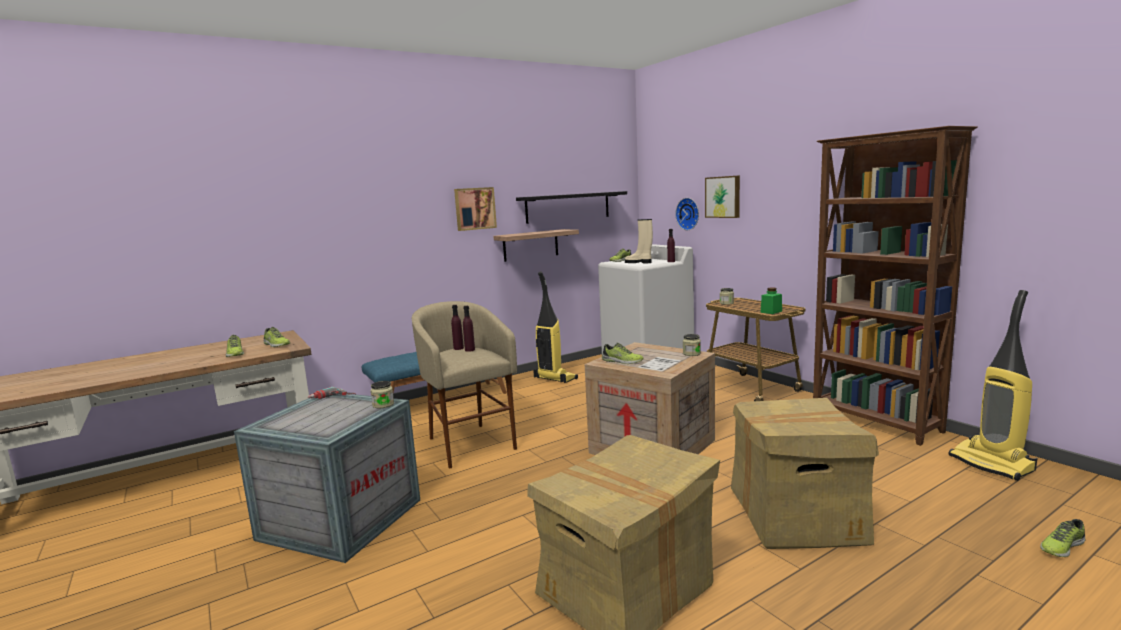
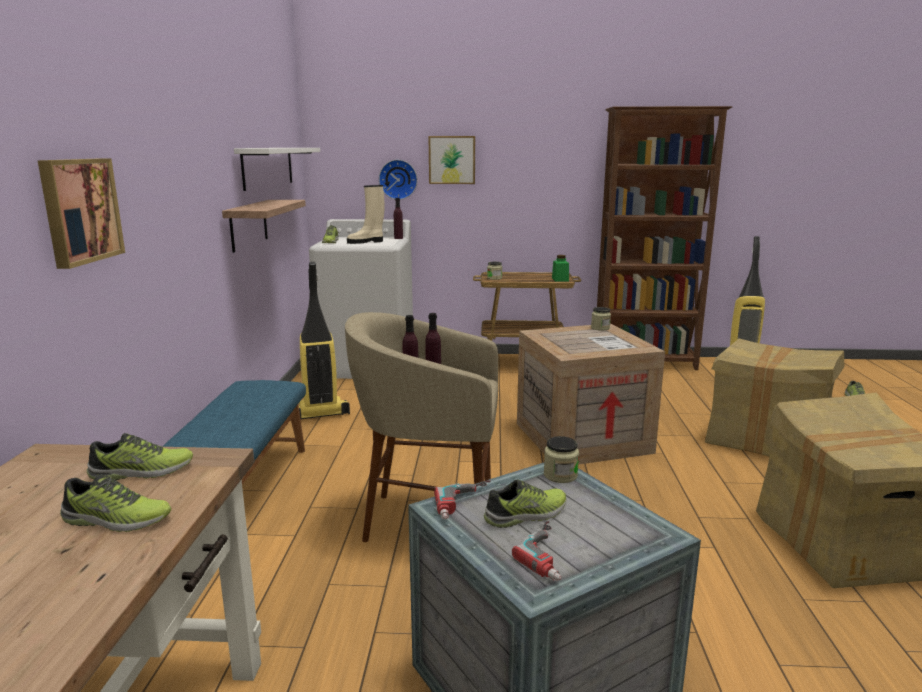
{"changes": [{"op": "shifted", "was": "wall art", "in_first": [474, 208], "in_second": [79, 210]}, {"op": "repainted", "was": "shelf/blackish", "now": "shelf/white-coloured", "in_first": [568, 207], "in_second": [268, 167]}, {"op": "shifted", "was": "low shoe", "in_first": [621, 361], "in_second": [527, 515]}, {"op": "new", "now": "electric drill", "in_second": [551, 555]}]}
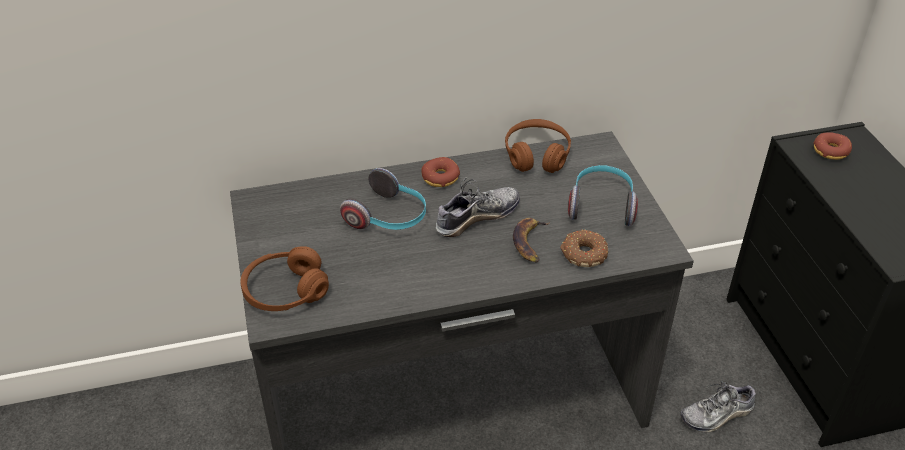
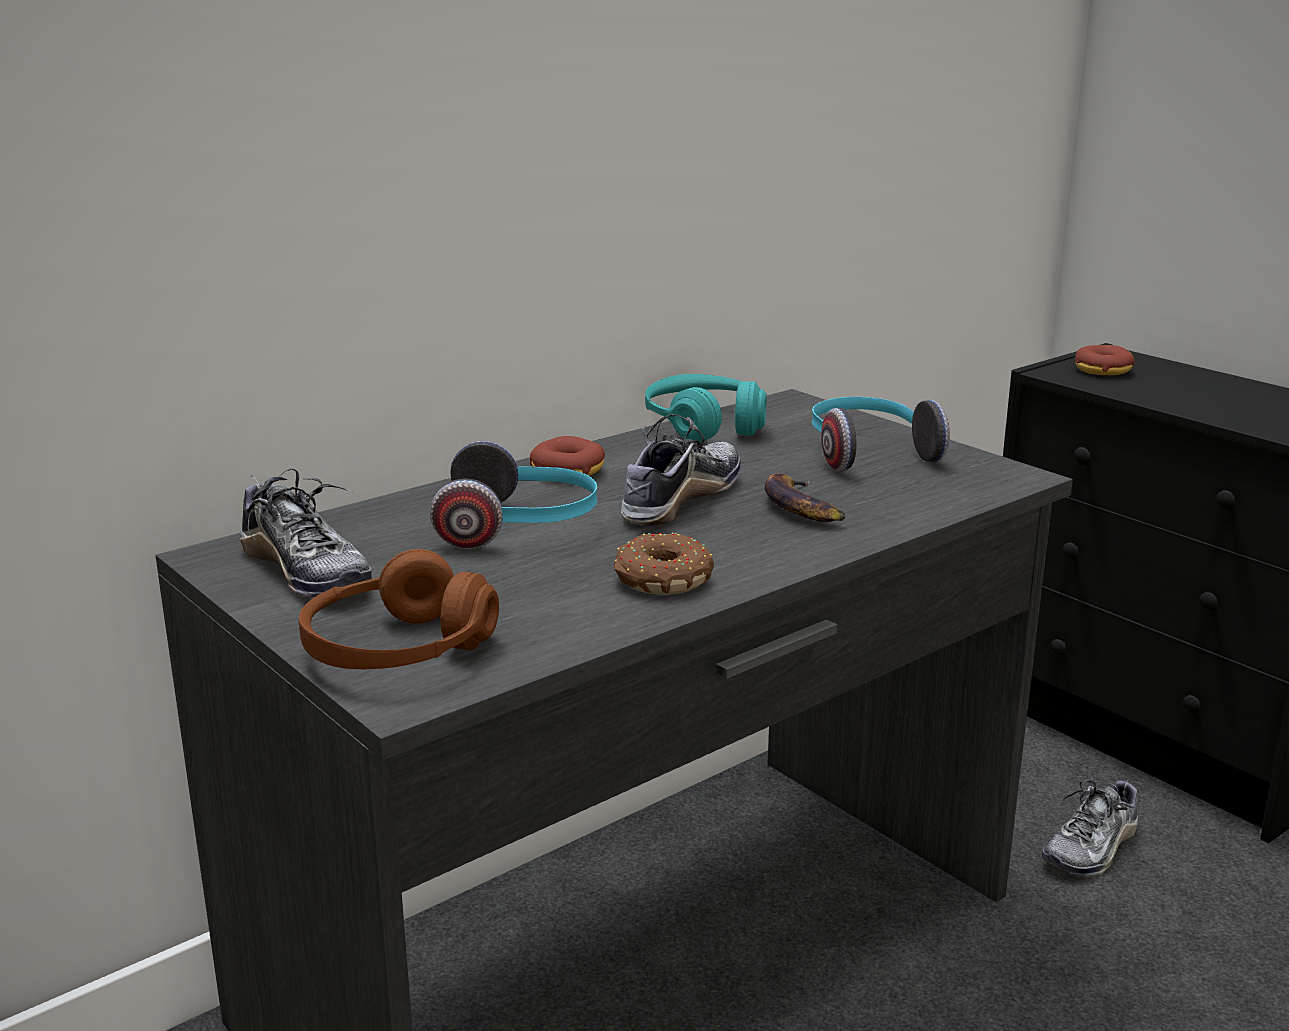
{"changes": [{"op": "repainted", "was": "pair of headphones/brown", "now": "pair of headphones/turquoise-coloured", "in_first": [537, 155], "in_second": [705, 425]}, {"op": "shifted", "was": "doughnut", "in_first": [583, 254], "in_second": [660, 579]}, {"op": "new", "now": "low shoe", "in_second": [305, 571]}]}
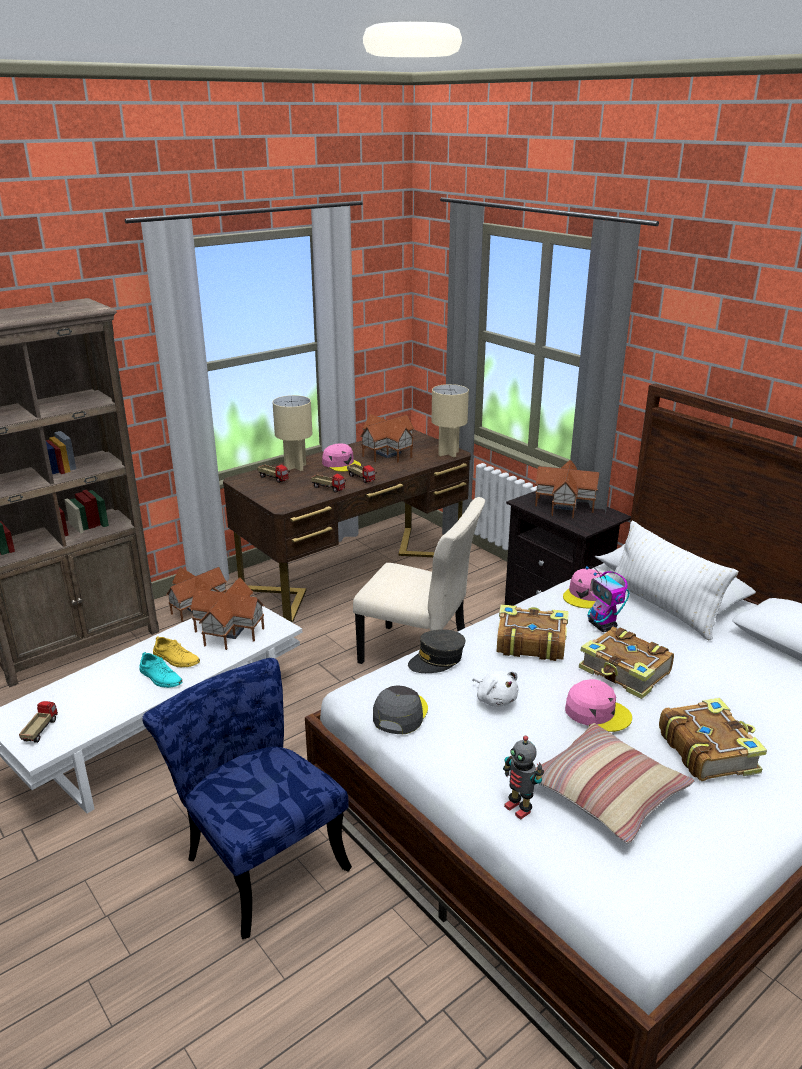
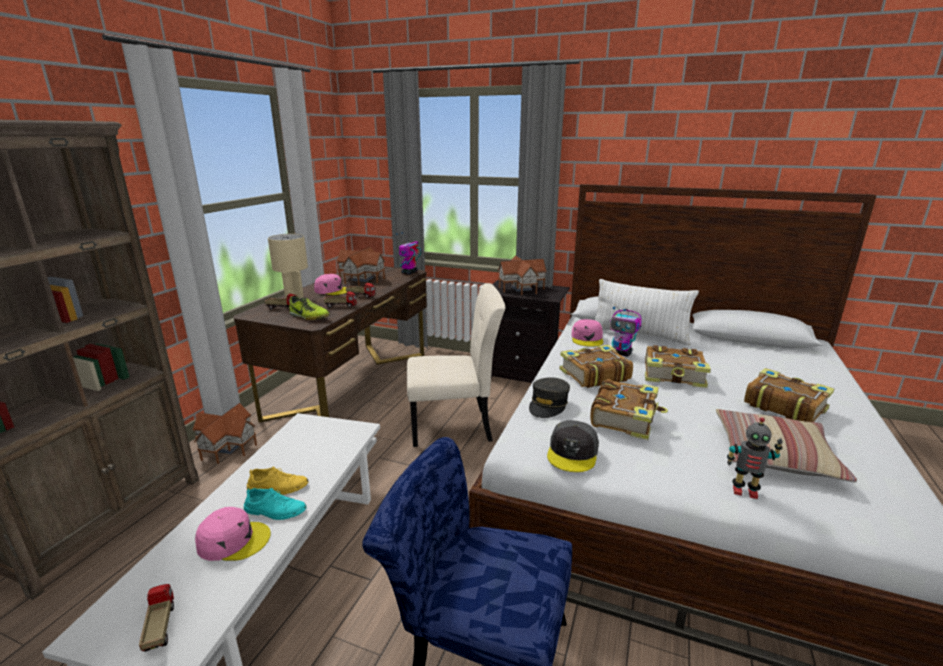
{"changes": [{"op": "gone", "was": "model house", "in_first": [228, 630]}, {"op": "rotated", "was": "peaked cap/gray", "in_first": [400, 713], "in_second": [573, 453], "clockwise": -150}, {"op": "swapped", "was": "table lamp/beige", "now": "model robot", "in_first": [448, 453], "in_second": [409, 273]}, {"op": "swapped", "was": "plush toy/white-coloured", "now": "book", "in_first": [495, 699], "in_second": [625, 417]}, {"op": "shifted", "was": "peaked cap/pink", "in_first": [597, 712], "in_second": [233, 540]}, {"op": "new", "now": "low shoe", "in_second": [309, 317]}]}
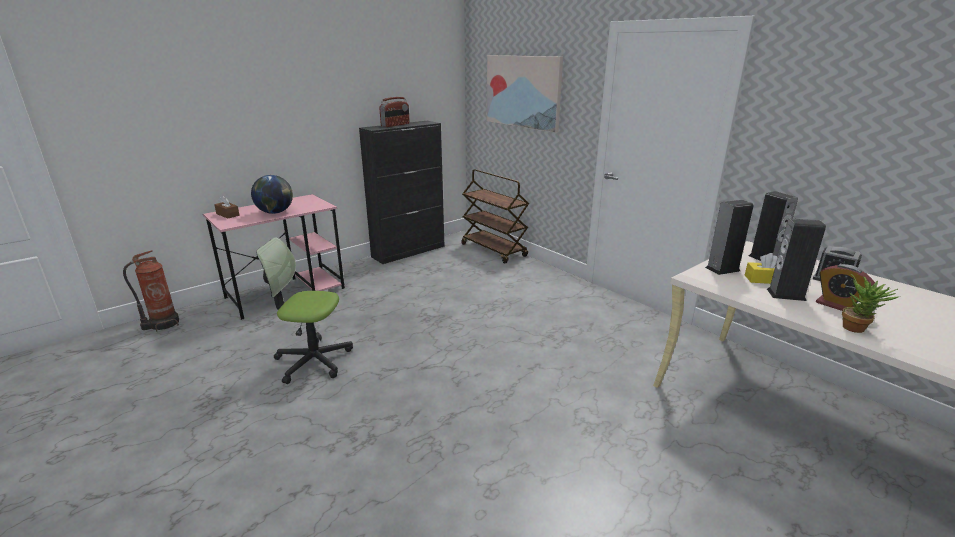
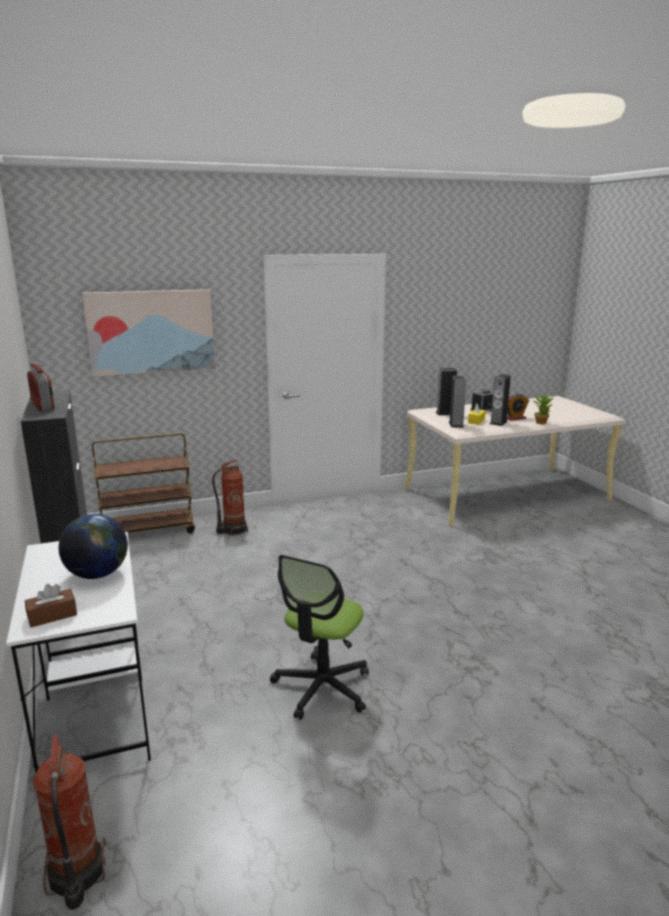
{"changes": [{"op": "repainted", "was": "desk unit/pink", "now": "desk unit/white-coloured", "in_first": [286, 292], "in_second": [95, 708]}, {"op": "new", "now": "extinguisher", "in_second": [233, 530]}]}
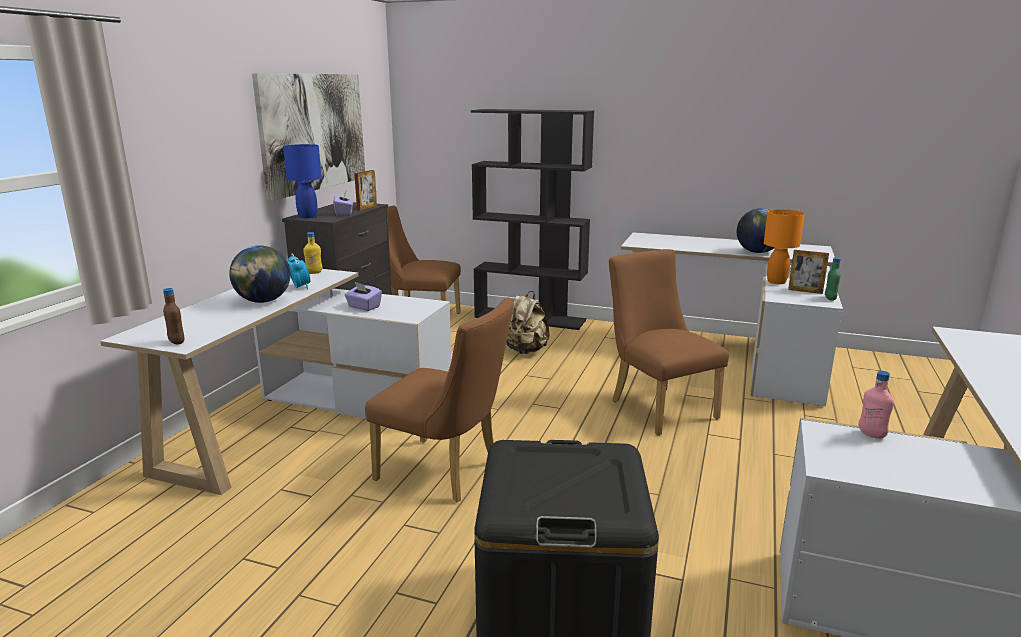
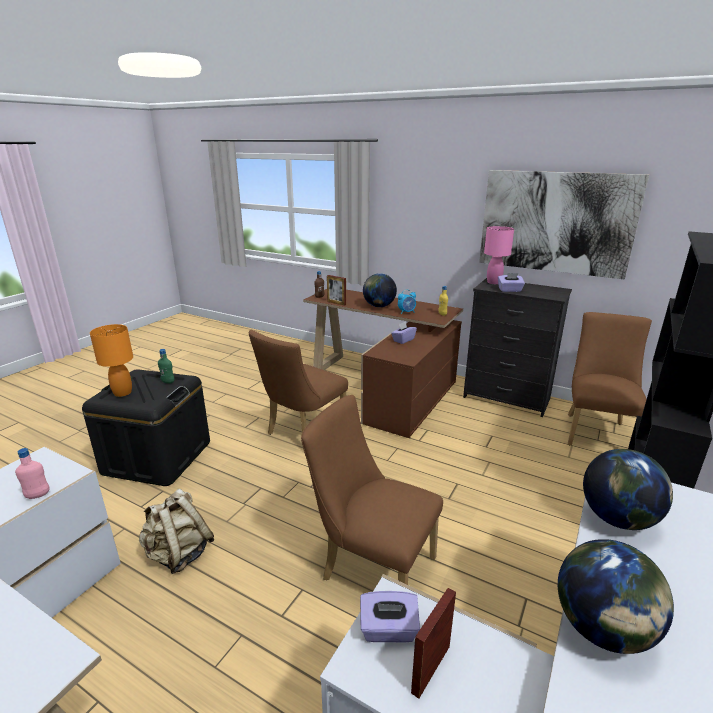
{"changes": [{"op": "repainted", "was": "desk unit/white-coloured", "now": "desk unit/brown", "in_first": [303, 421], "in_second": [385, 387]}, {"op": "repainted", "was": "table lamp/bluish", "now": "table lamp/pink", "in_first": [308, 217], "in_second": [493, 282]}, {"op": "shifted", "was": "picture frame", "in_first": [367, 208], "in_second": [336, 303]}, {"op": "shifted", "was": "rucksack/beige", "in_first": [525, 351], "in_second": [179, 554]}, {"op": "rotated", "was": "plain chair/brown", "in_first": [658, 407], "in_second": [371, 566], "clockwise": -135}, {"op": "shifted", "was": "table lamp/orange-coloured", "in_first": [776, 282], "in_second": [123, 393]}, {"op": "shifted", "was": "beverage bottle/green-coloured", "in_first": [830, 298], "in_second": [168, 382]}, {"op": "new", "now": "tissue box/purple-coloured", "in_second": [388, 630]}, {"op": "new", "now": "world globe", "in_second": [618, 518]}]}
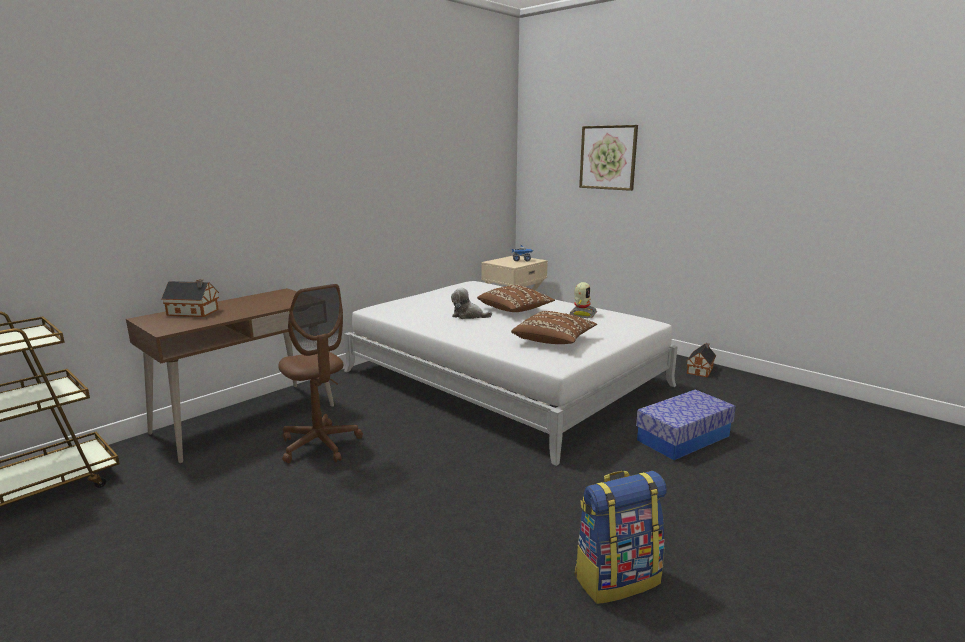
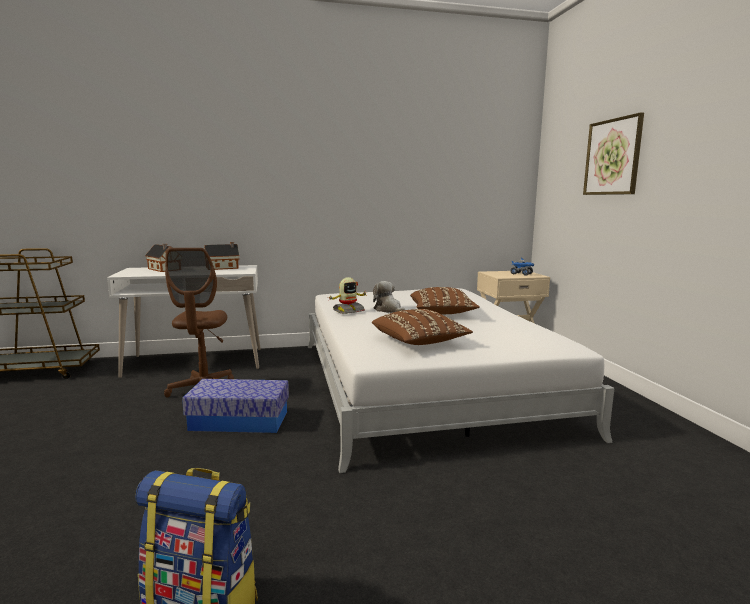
{"changes": [{"op": "repainted", "was": "desk unit/brown", "now": "desk unit/white-coloured", "in_first": [245, 419], "in_second": [196, 362]}, {"op": "shifted", "was": "model robot", "in_first": [582, 314], "in_second": [348, 311]}, {"op": "shifted", "was": "storage box", "in_first": [683, 438], "in_second": [239, 421]}, {"op": "shifted", "was": "model house", "in_first": [700, 370], "in_second": [223, 268]}]}
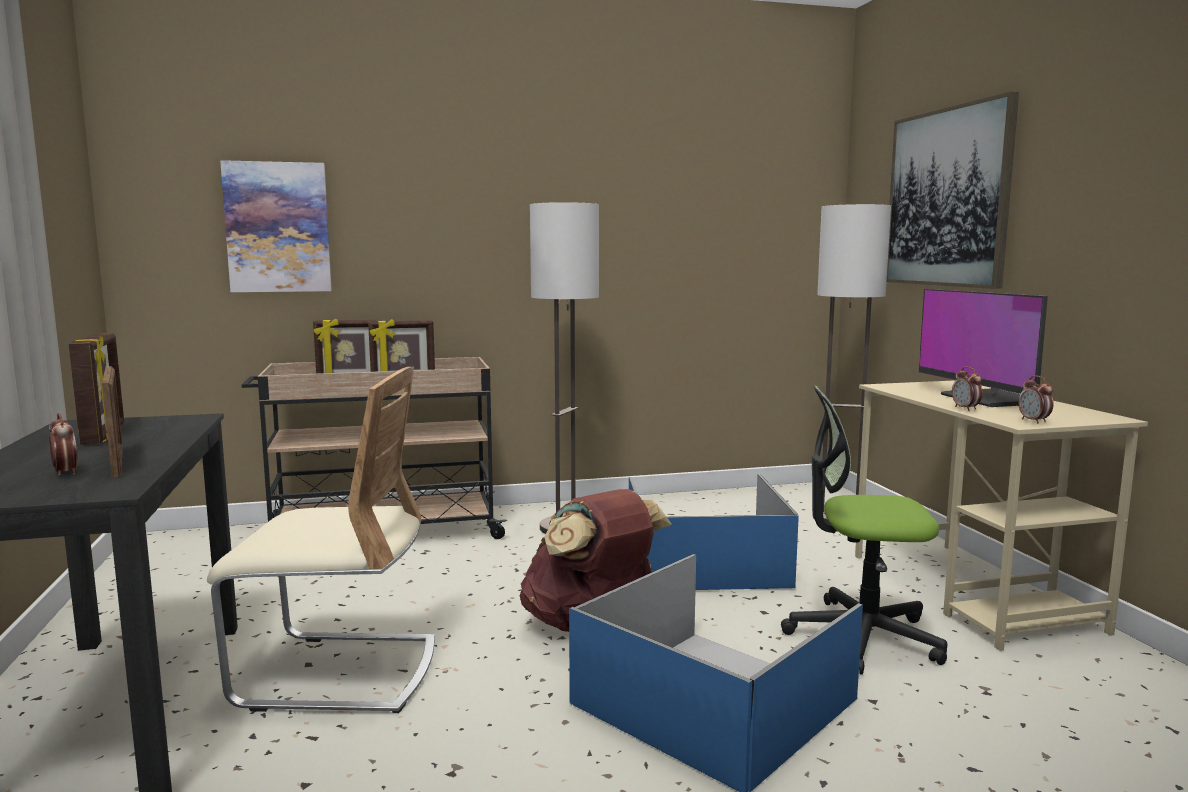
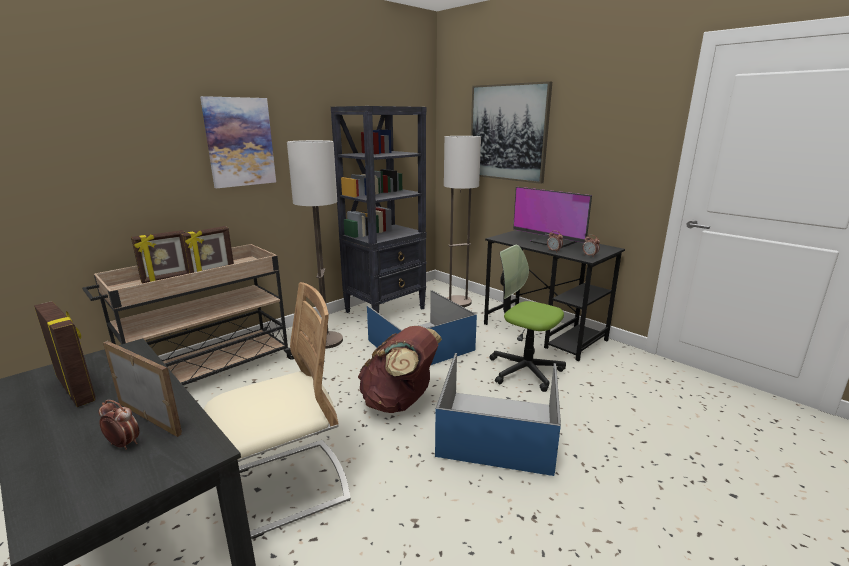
{"changes": [{"op": "shifted", "was": "wall art", "in_first": [278, 227], "in_second": [239, 142]}, {"op": "rotated", "was": "office chair", "in_first": [862, 636], "in_second": [524, 370], "clockwise": 60}, {"op": "repainted", "was": "desk unit/beige", "now": "desk unit/blackish", "in_first": [971, 592], "in_second": [544, 332]}, {"op": "new", "now": "shelving unit/blackish", "in_second": [386, 310]}]}
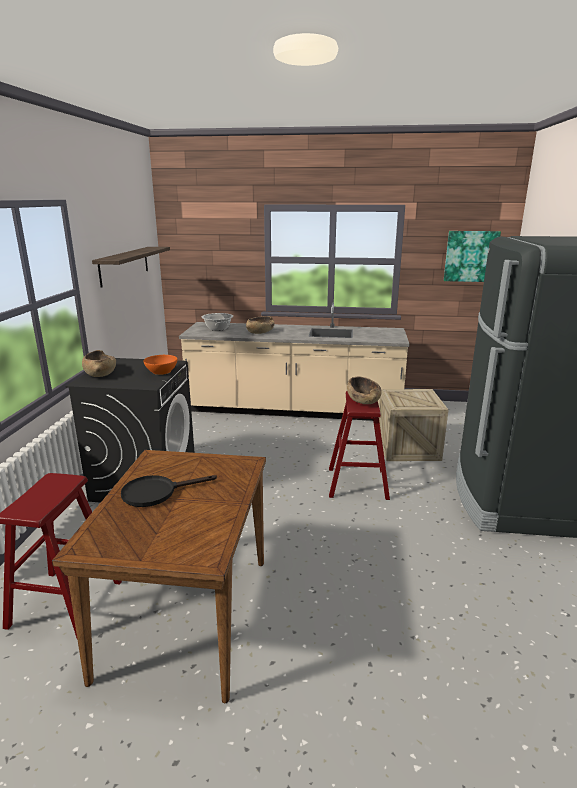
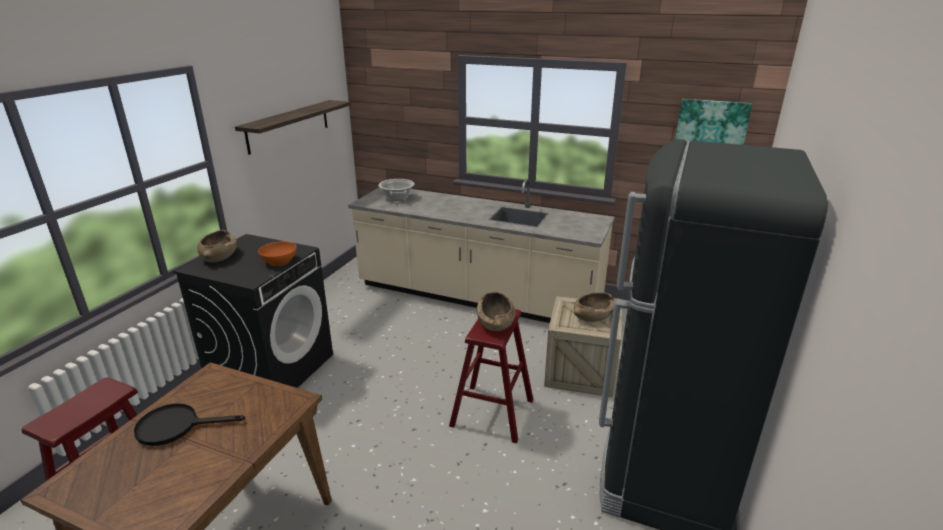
{"changes": [{"op": "shifted", "was": "deep dish/brown", "in_first": [260, 332], "in_second": [593, 316]}]}
